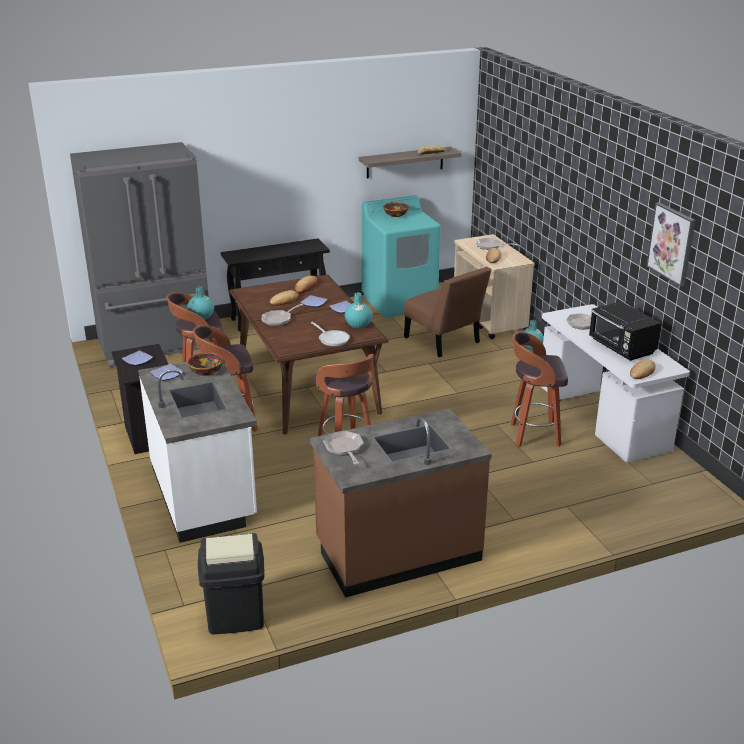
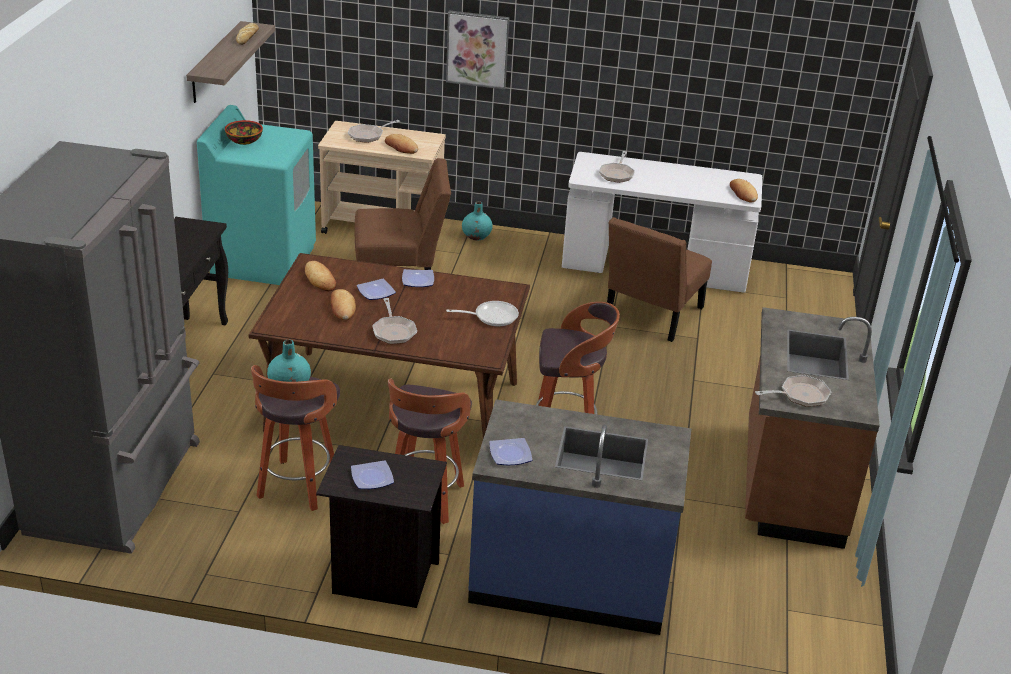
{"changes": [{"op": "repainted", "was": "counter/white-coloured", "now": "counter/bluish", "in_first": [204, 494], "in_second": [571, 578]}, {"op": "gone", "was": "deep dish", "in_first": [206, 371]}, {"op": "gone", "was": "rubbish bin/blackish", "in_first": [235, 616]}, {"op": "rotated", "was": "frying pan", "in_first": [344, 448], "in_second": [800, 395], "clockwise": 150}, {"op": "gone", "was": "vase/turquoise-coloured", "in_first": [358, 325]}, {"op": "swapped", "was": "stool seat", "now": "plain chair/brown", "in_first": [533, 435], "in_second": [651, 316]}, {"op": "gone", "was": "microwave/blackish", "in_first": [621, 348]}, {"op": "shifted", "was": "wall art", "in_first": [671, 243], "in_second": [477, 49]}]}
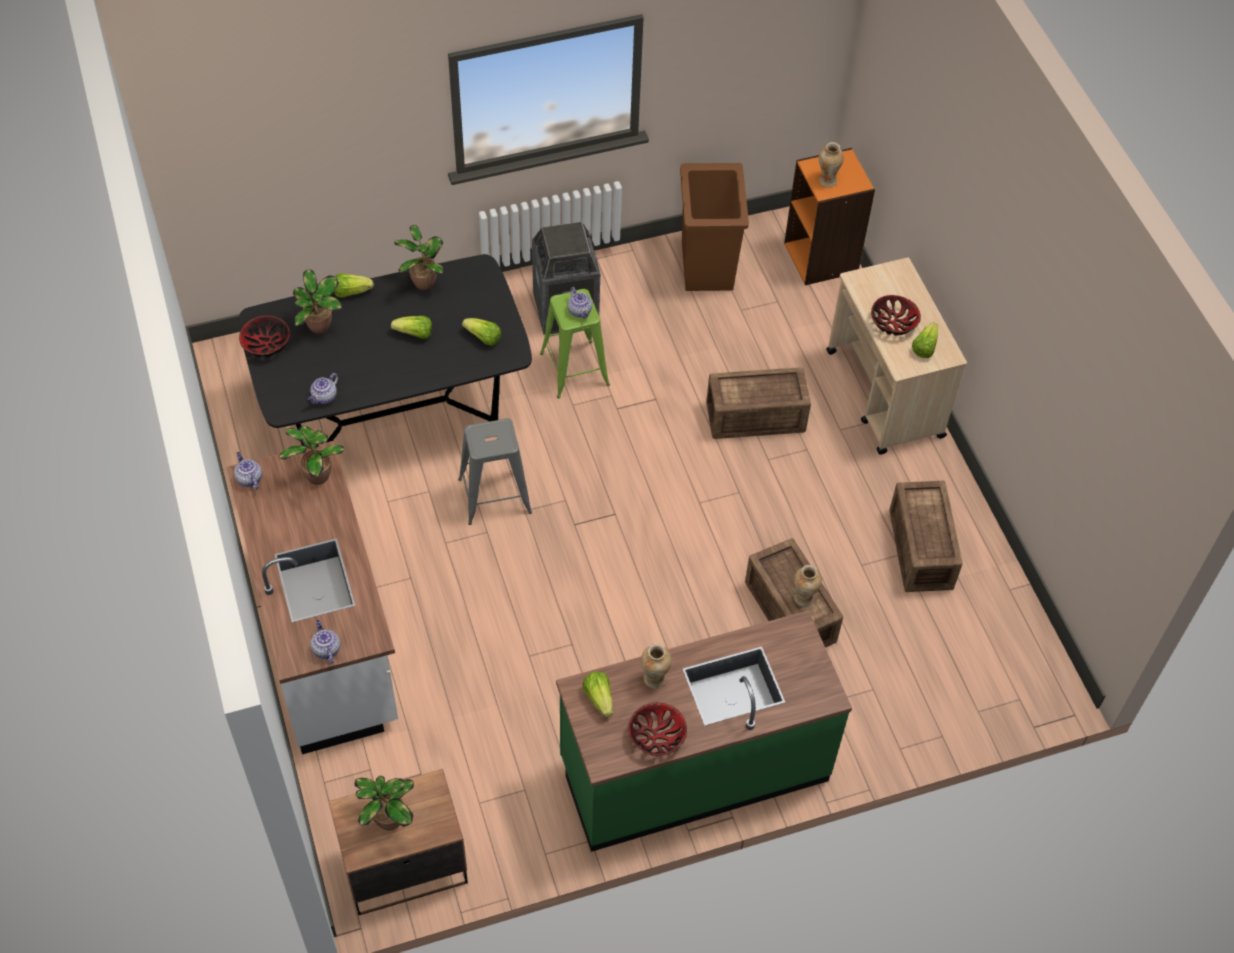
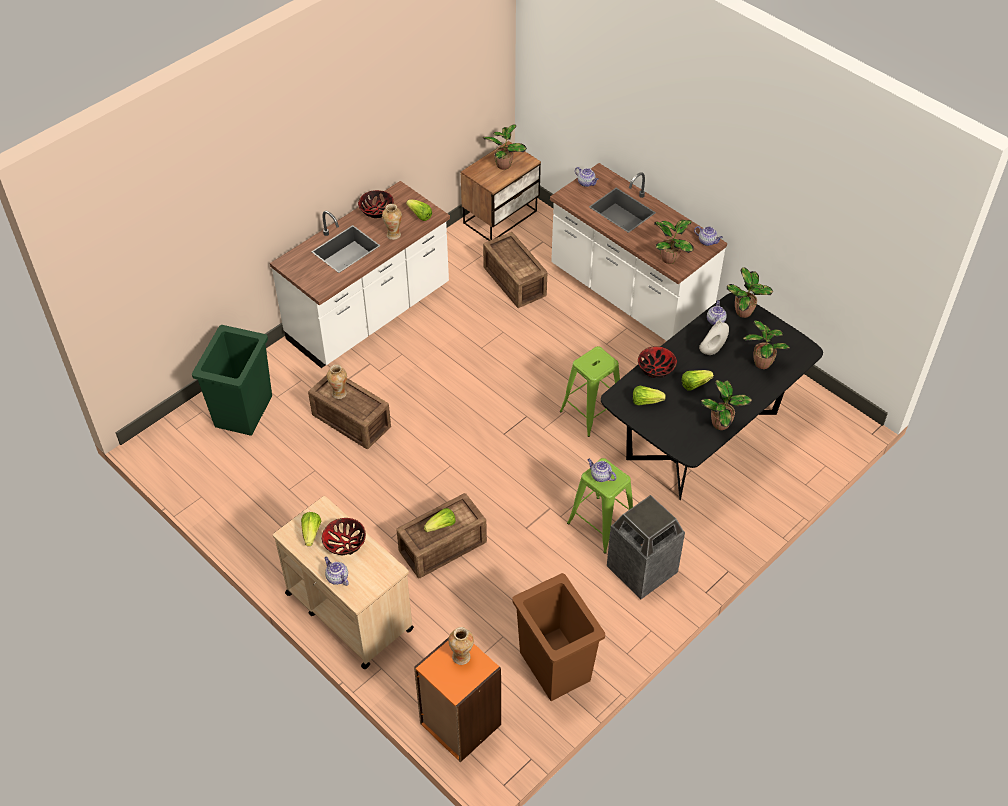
{"changes": [{"op": "shifted", "was": "deep dish", "in_first": [266, 345], "in_second": [656, 368]}, {"op": "shifted", "was": "lettuce head", "in_first": [351, 292], "in_second": [441, 526]}, {"op": "repainted", "was": "stool seat/gray", "now": "stool seat/green-coloured", "in_first": [495, 496], "in_second": [591, 412]}, {"op": "repainted", "was": "counter/green-coloured", "now": "counter/white-coloured", "in_first": [693, 769], "in_second": [369, 314]}, {"op": "shifted", "was": "crate", "in_first": [919, 550], "in_second": [515, 280]}, {"op": "new", "now": "rubbish bin/green-coloured", "in_second": [243, 412]}, {"op": "new", "now": "teapot", "in_second": [337, 577]}, {"op": "new", "now": "vase/white-coloured", "in_second": [712, 350]}, {"op": "new", "now": "houseplant", "in_second": [744, 312]}]}
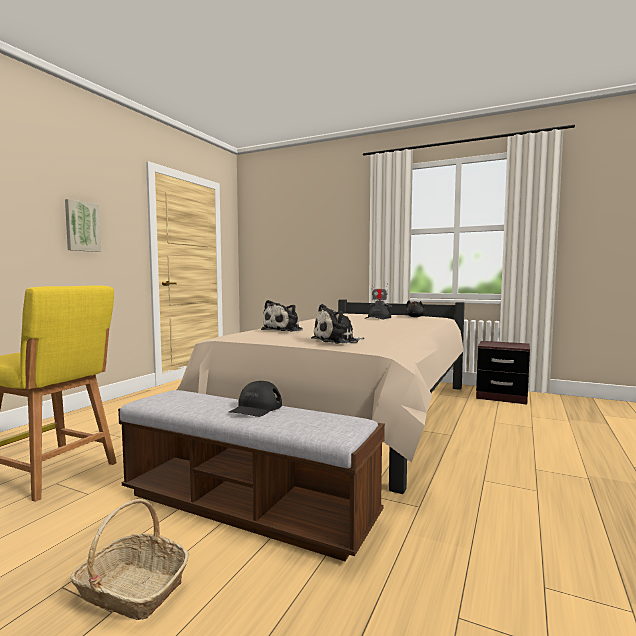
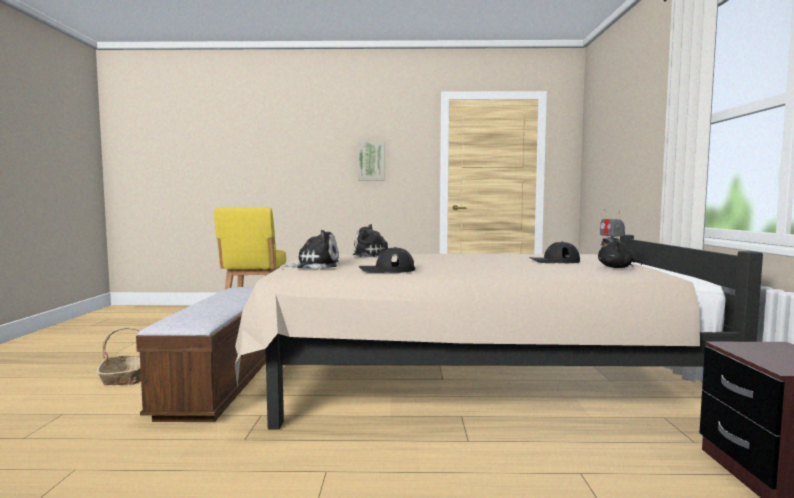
{"changes": [{"op": "shifted", "was": "peaked cap/blackish", "in_first": [256, 408], "in_second": [387, 270]}, {"op": "rotated", "was": "plush toy", "in_first": [337, 341], "in_second": [315, 266], "clockwise": 135}]}
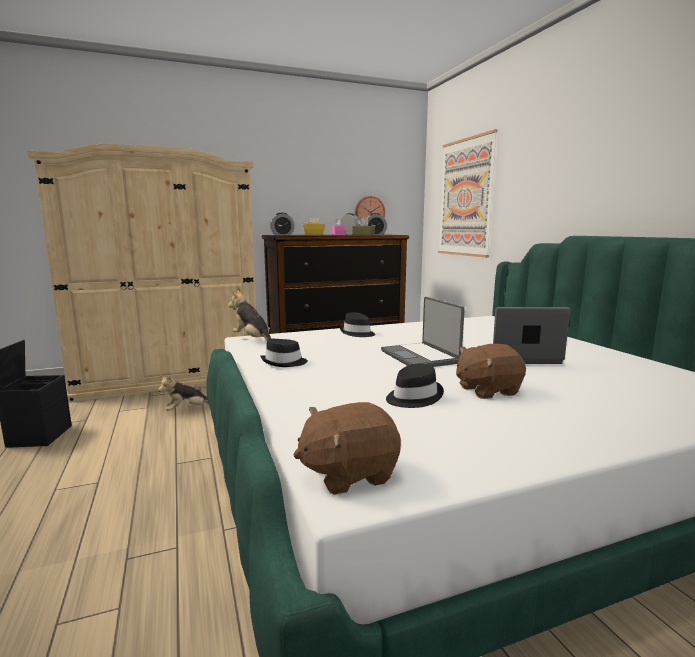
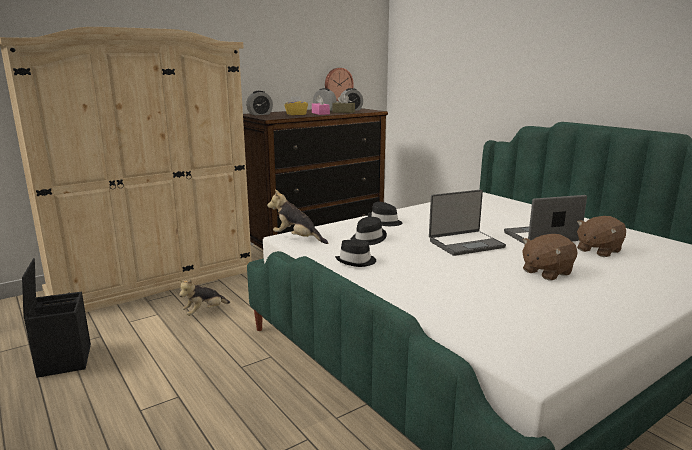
{"changes": [{"op": "shifted", "was": "plush toy/brown", "in_first": [348, 473], "in_second": [598, 250]}, {"op": "rotated", "was": "portable computer", "in_first": [420, 357], "in_second": [465, 244], "clockwise": -75}, {"op": "shifted", "was": "wearable hat/blackish", "in_first": [413, 397], "in_second": [367, 239]}, {"op": "gone", "was": "wall art", "in_first": [465, 198]}]}
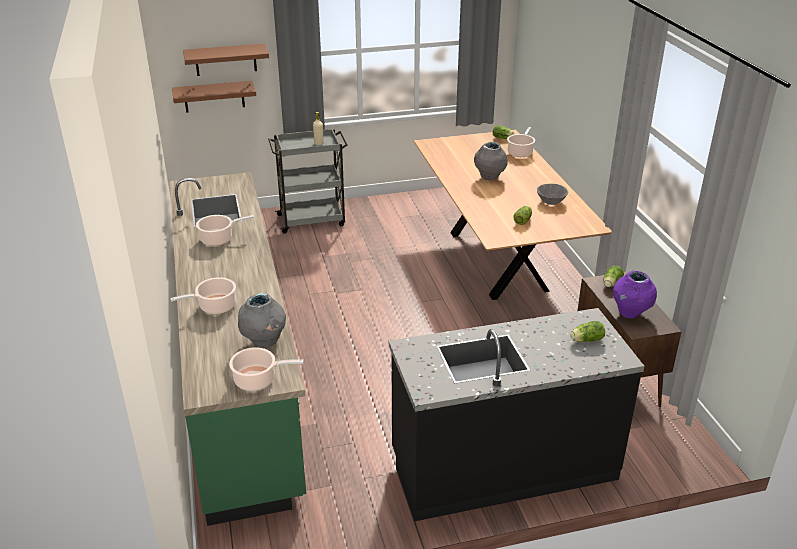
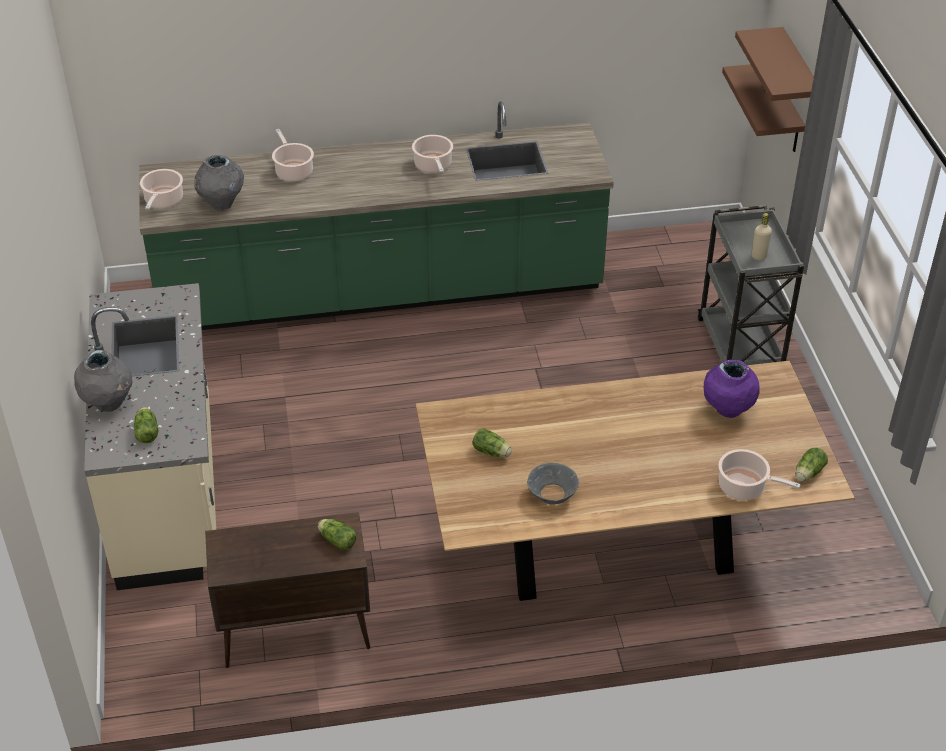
{"changes": [{"op": "repainted", "was": "counter/blackish", "now": "counter/beige", "in_first": [503, 466], "in_second": [169, 491]}, {"op": "shifted", "was": "vase/gray", "in_first": [489, 177], "in_second": [109, 403]}, {"op": "shifted", "was": "vase/purple-coloured", "in_first": [630, 313], "in_second": [728, 410]}]}
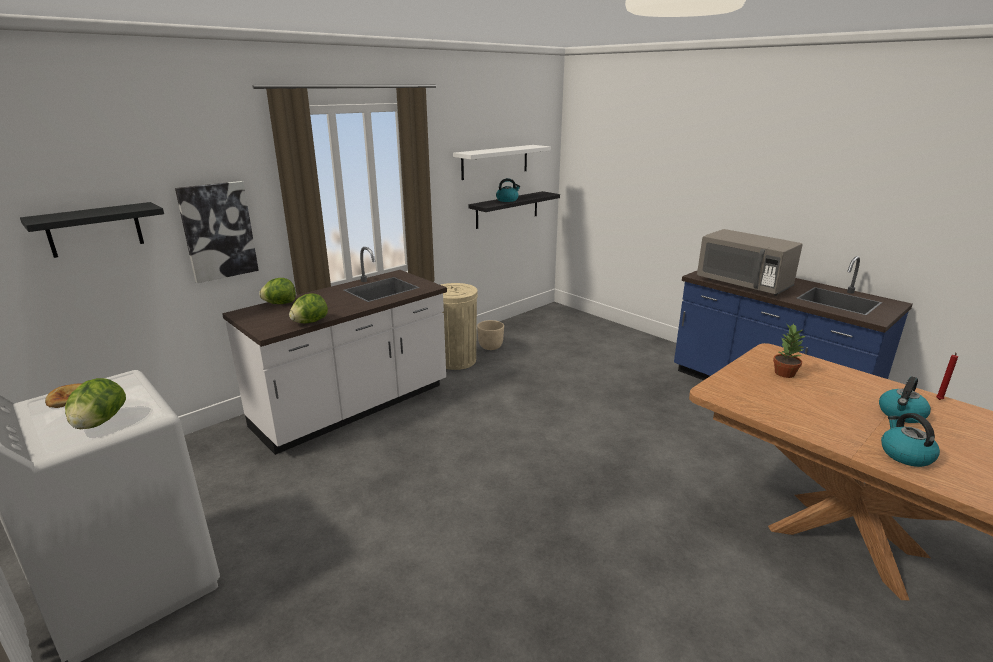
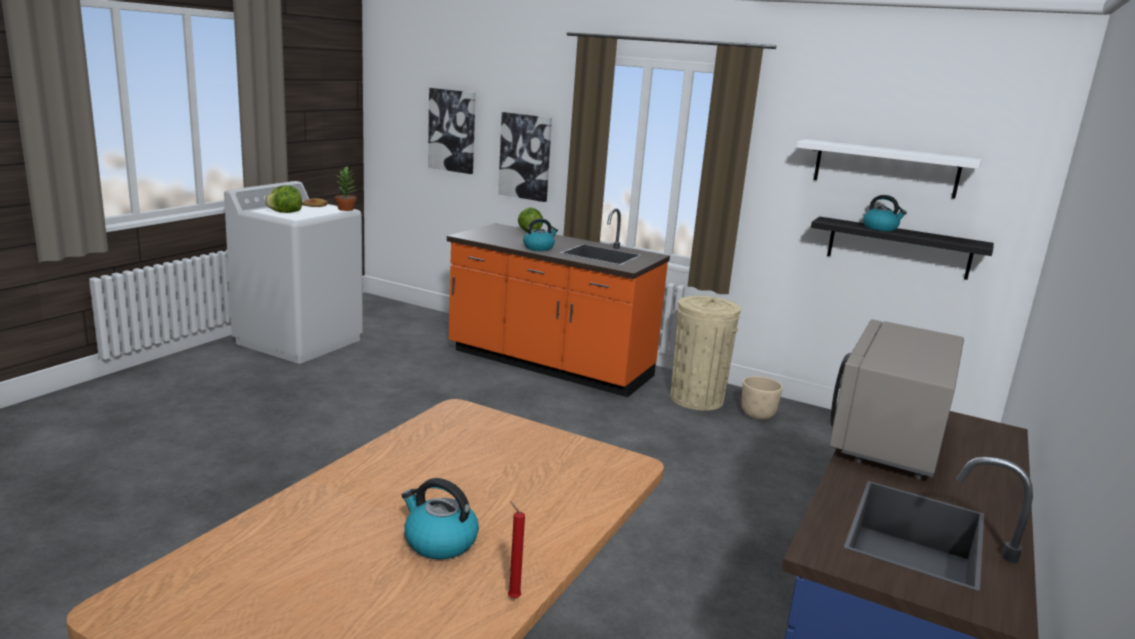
{"changes": [{"op": "swapped", "was": "shelf/blackish", "now": "wall art", "in_first": [95, 229], "in_second": [452, 130]}, {"op": "repainted", "was": "counter/white-coloured", "now": "counter/orange-coloured", "in_first": [353, 407], "in_second": [549, 365]}, {"op": "gone", "was": "lettuce head", "in_first": [310, 322]}, {"op": "shifted", "was": "houseplant", "in_first": [784, 373], "in_second": [346, 209]}, {"op": "shifted", "was": "tea kettle", "in_first": [905, 454], "in_second": [539, 248]}]}
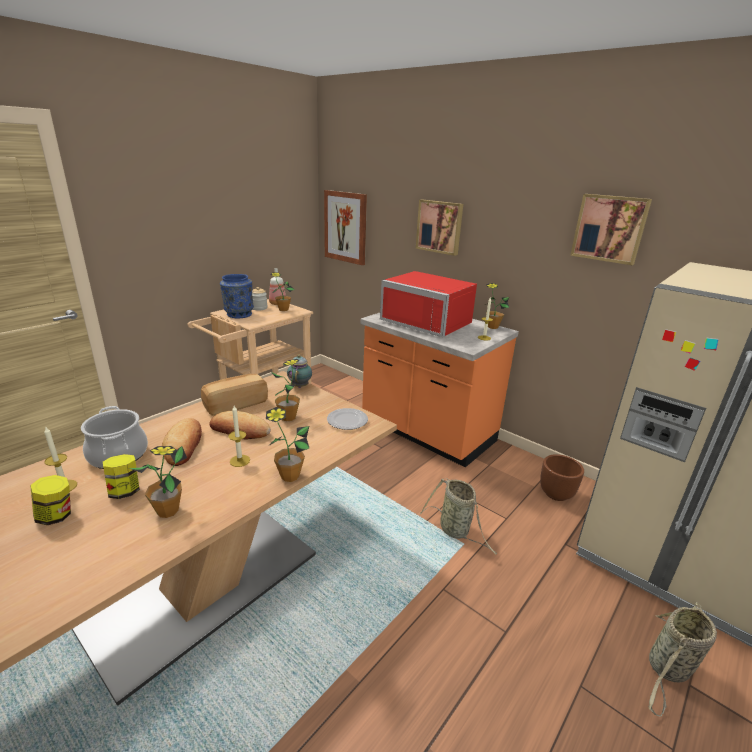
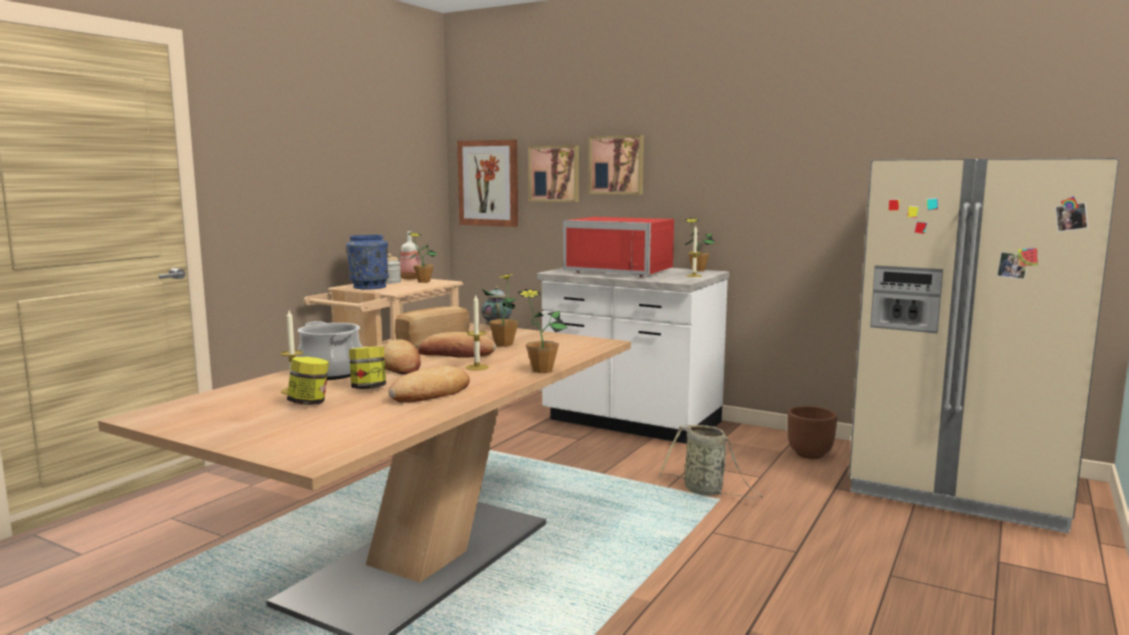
{"changes": [{"op": "swapped", "was": "houseplant", "now": "bread", "in_first": [168, 511], "in_second": [431, 393]}, {"op": "gone", "was": "plate", "in_first": [347, 421]}, {"op": "repainted", "was": "counter/orange-coloured", "now": "counter/white-coloured", "in_first": [427, 433], "in_second": [631, 423]}, {"op": "shifted", "was": "wall art", "in_first": [609, 228], "in_second": [555, 173]}, {"op": "gone", "was": "storage basket", "in_first": [668, 669]}]}
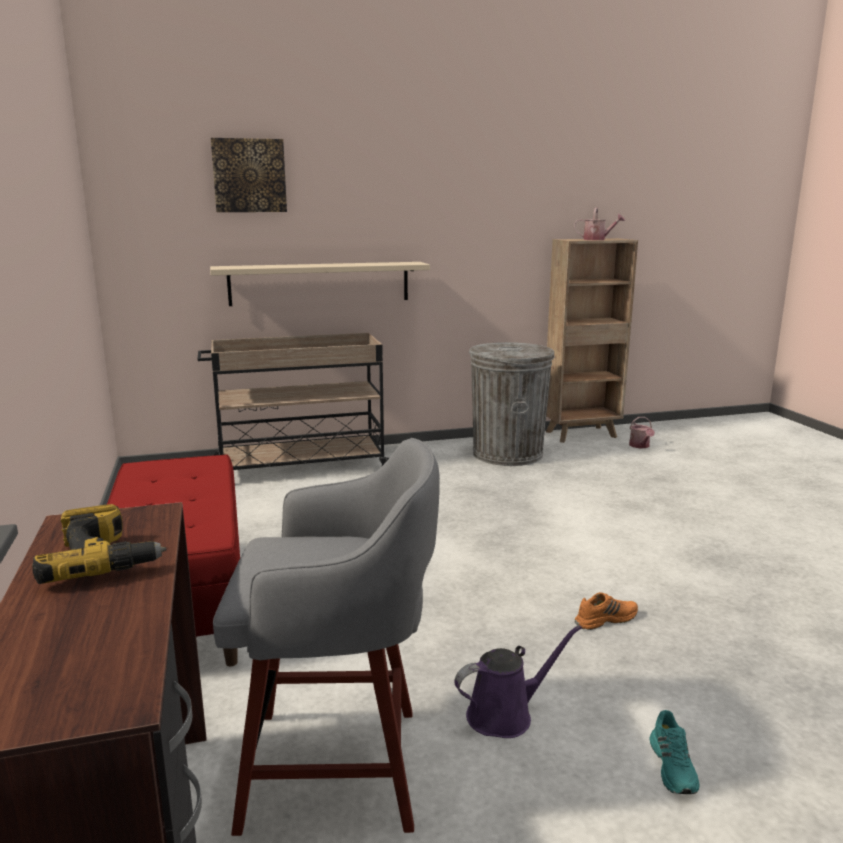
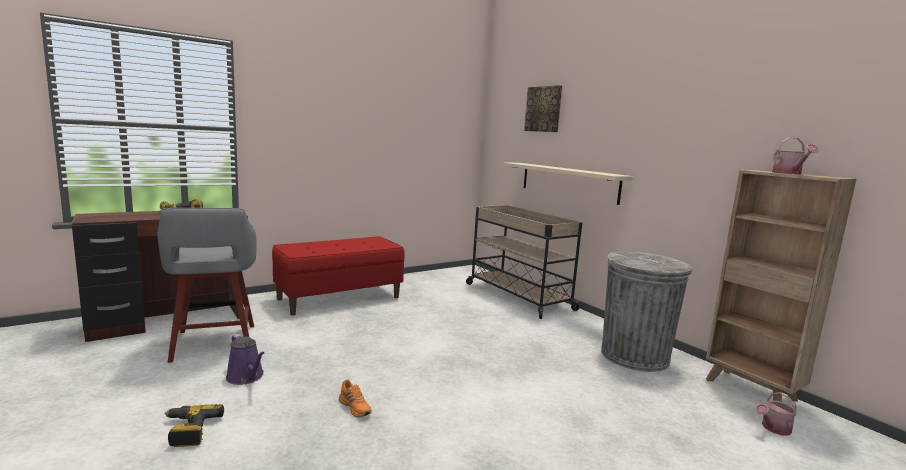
{"changes": [{"op": "swapped", "was": "low shoe/turquoise-coloured", "now": "electric drill", "in_first": [674, 766], "in_second": [188, 431]}]}
